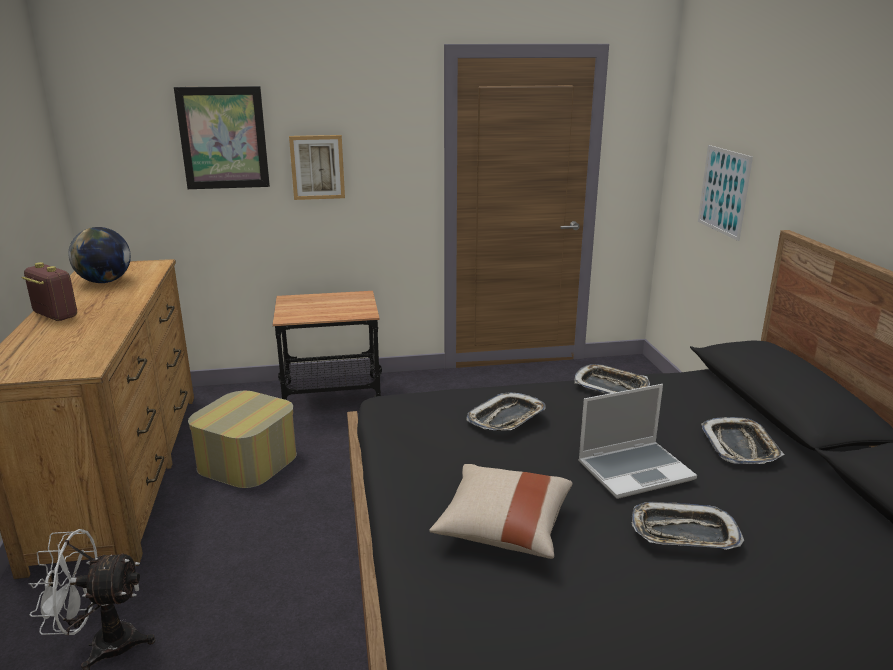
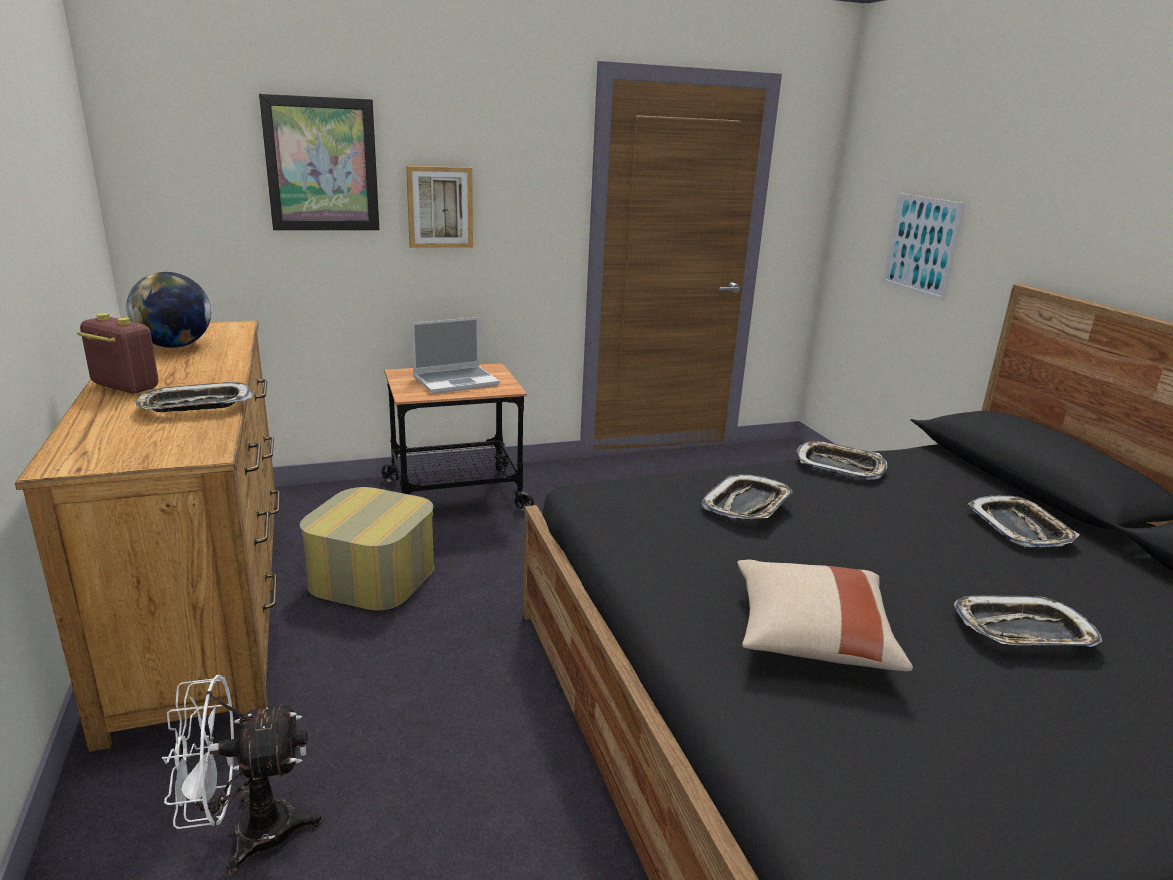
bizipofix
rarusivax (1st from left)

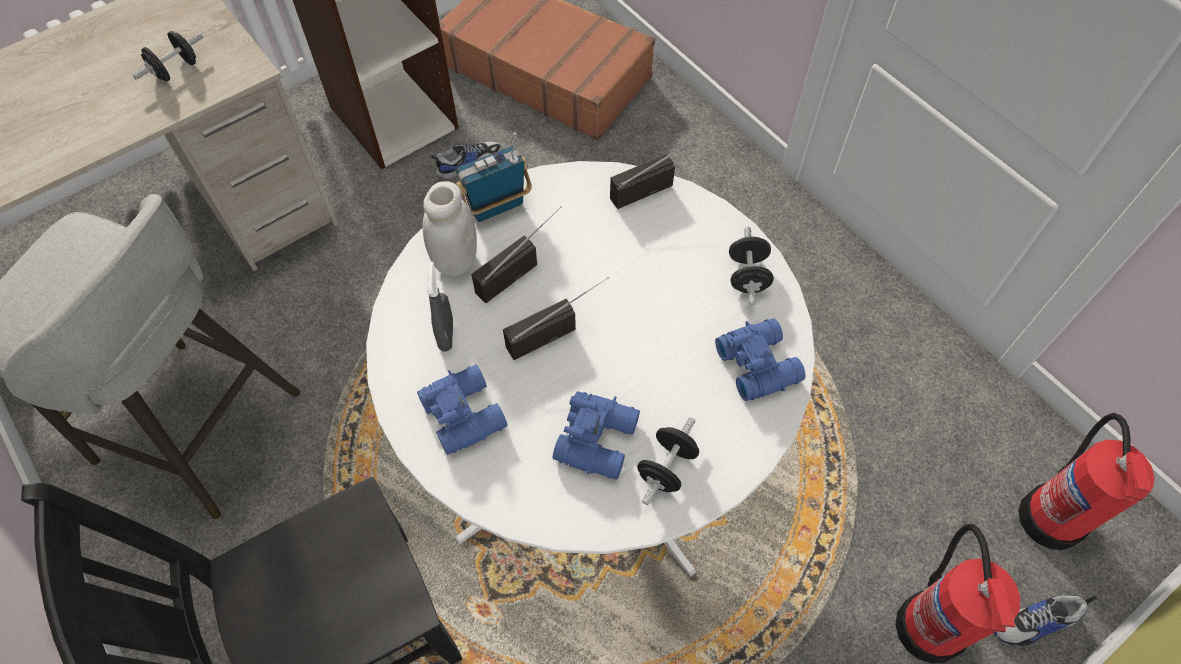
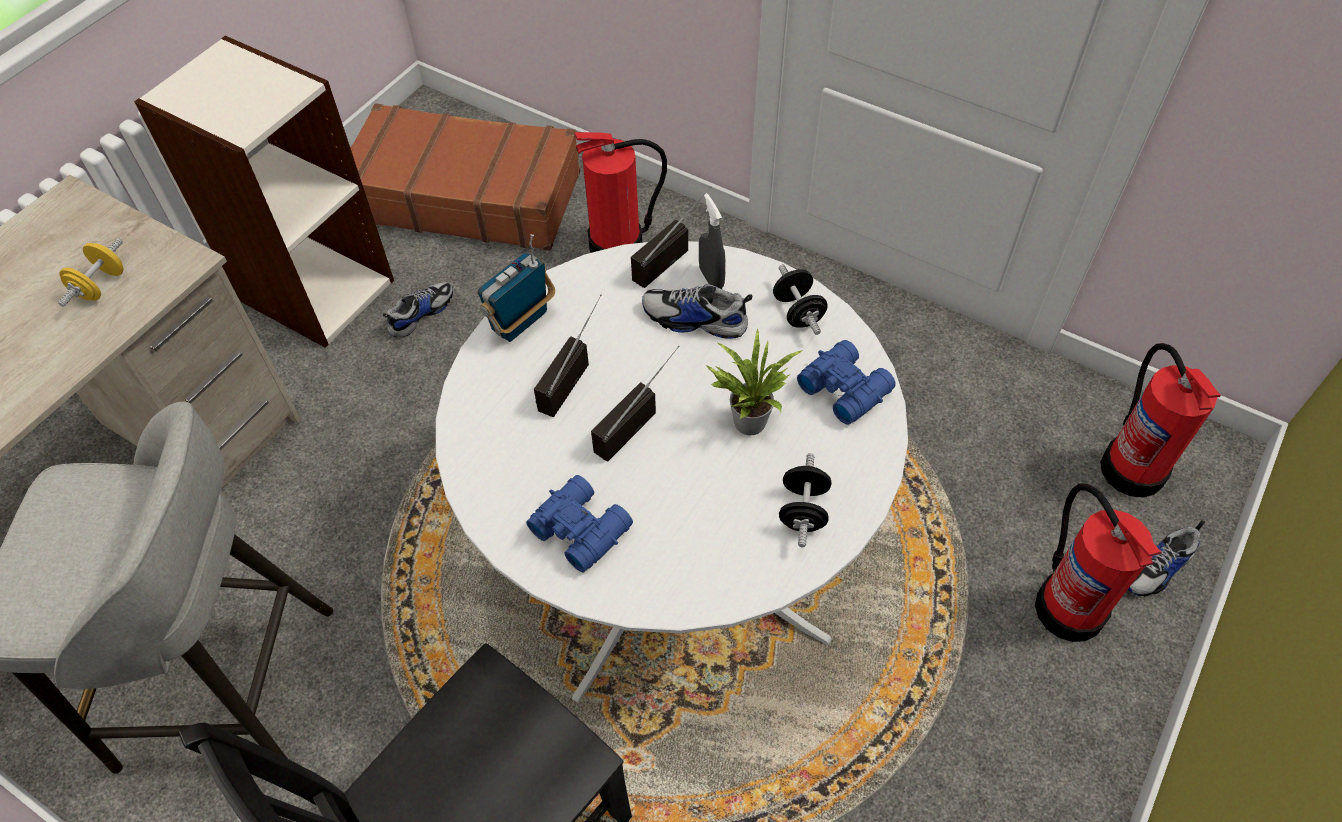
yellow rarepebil
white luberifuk
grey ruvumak
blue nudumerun (2nd from left in the first image)
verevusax (1st from left)
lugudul (2nd from left)
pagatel

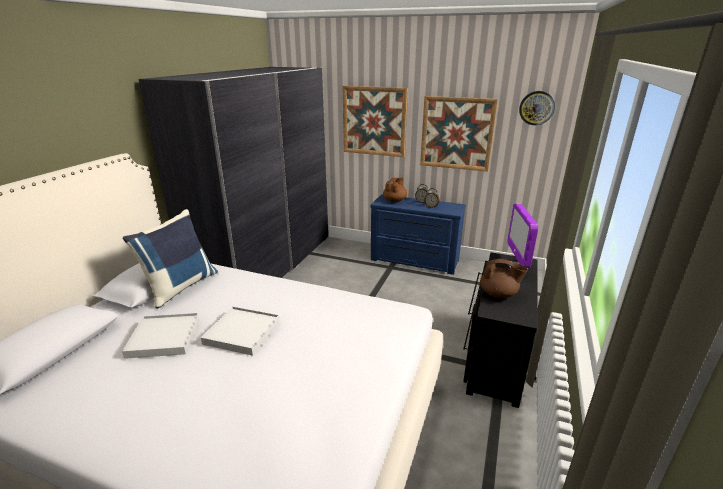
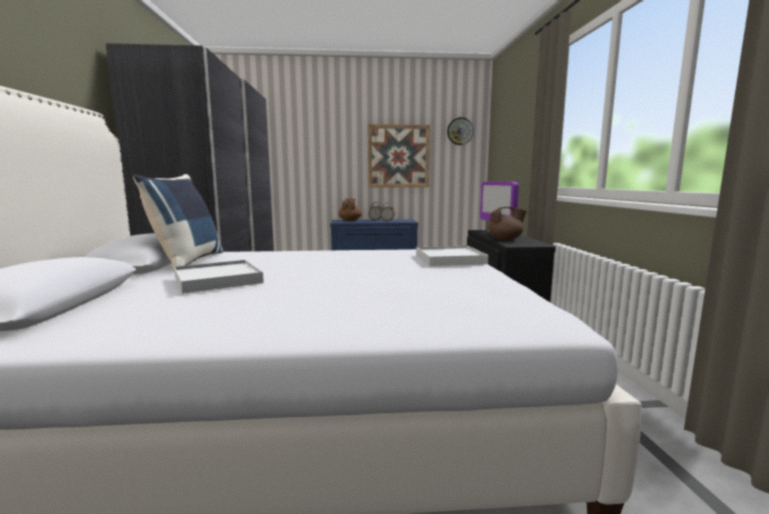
white rarusivax (2nd from left)
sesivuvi (1st from left in the first image)

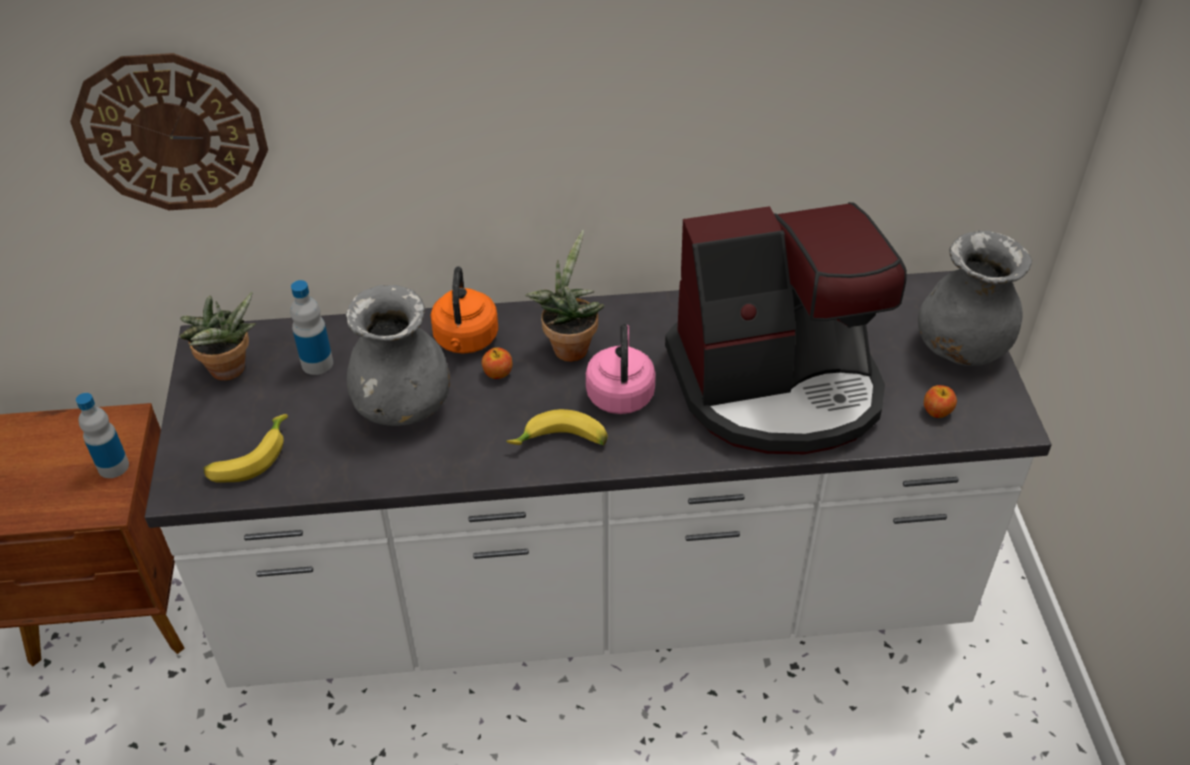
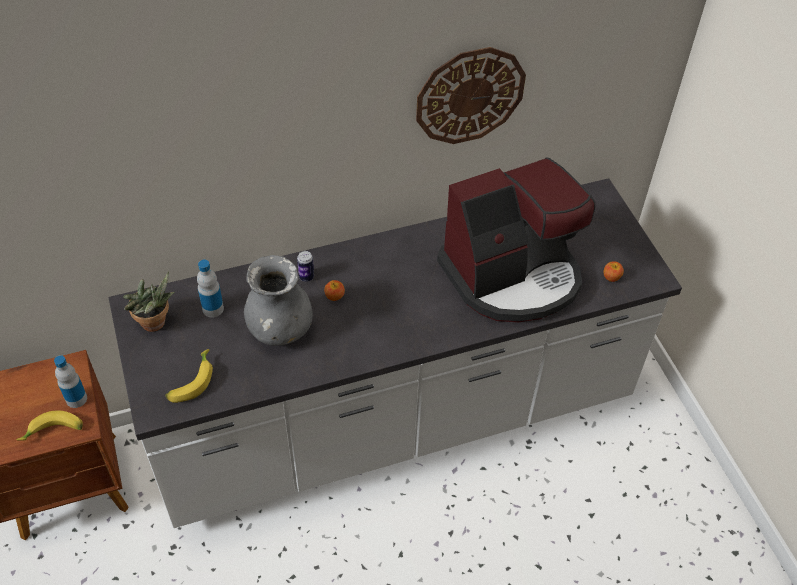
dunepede
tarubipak
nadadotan (1st from left)
pagatel (2nd from left in the first image)
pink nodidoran
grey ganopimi (2nd from left in the first image)

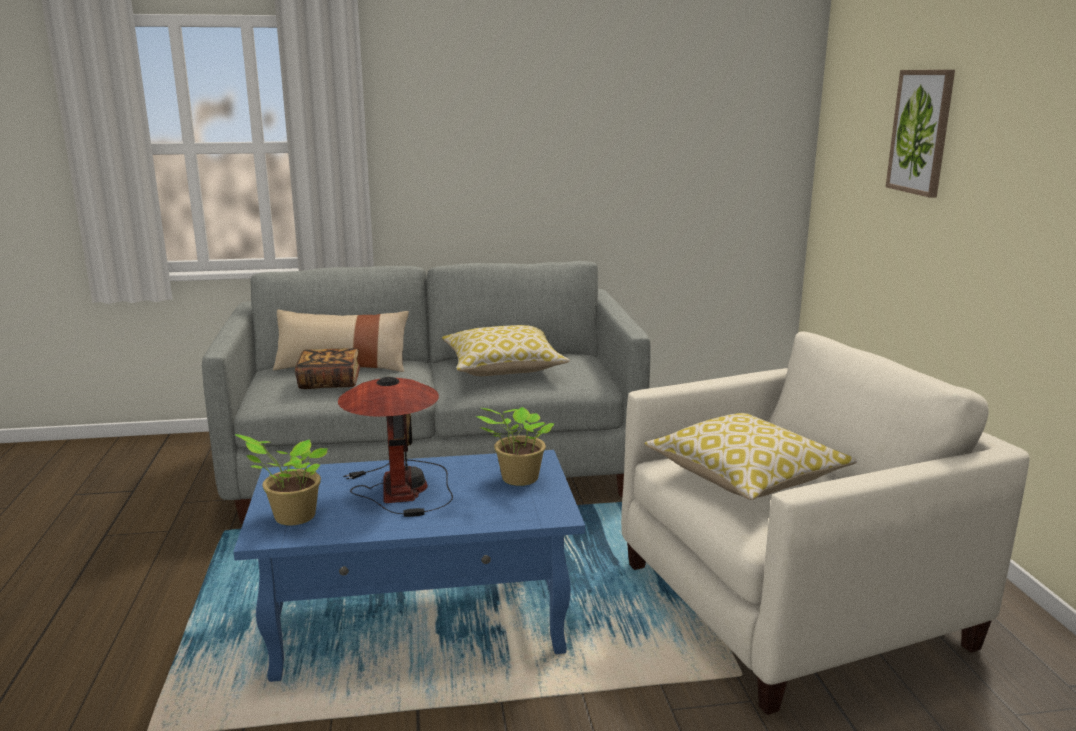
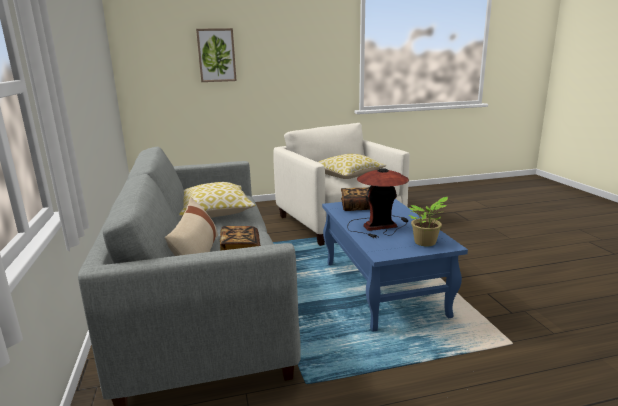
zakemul (2nd from left)

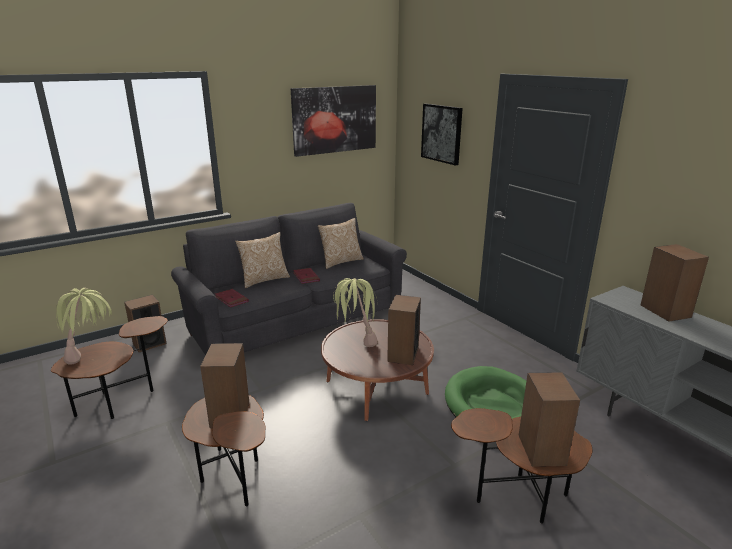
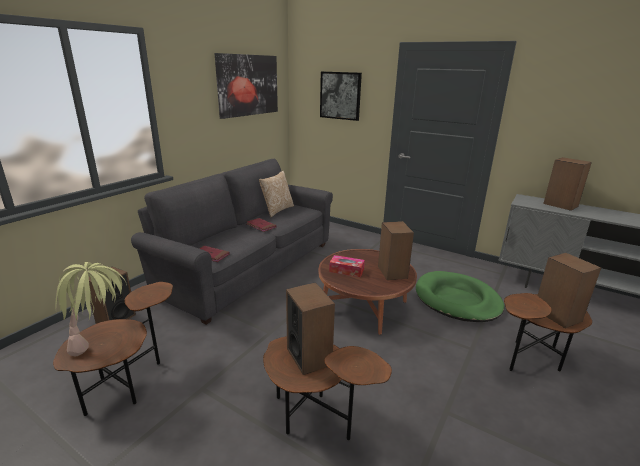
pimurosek (1st from left in the first image)
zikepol

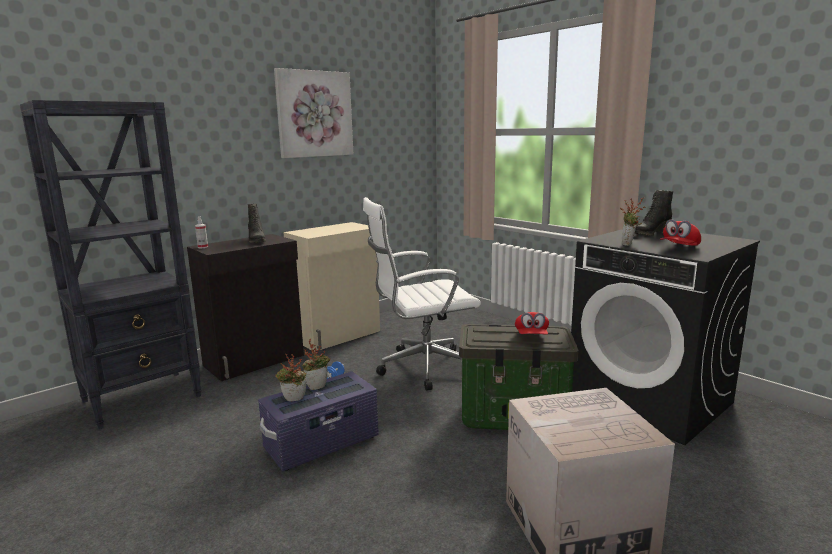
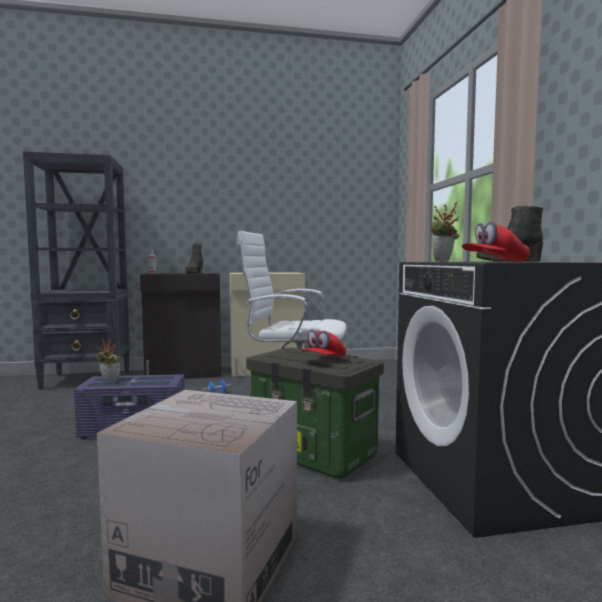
sesivuvi
pagatel (2nd from left in the first image)

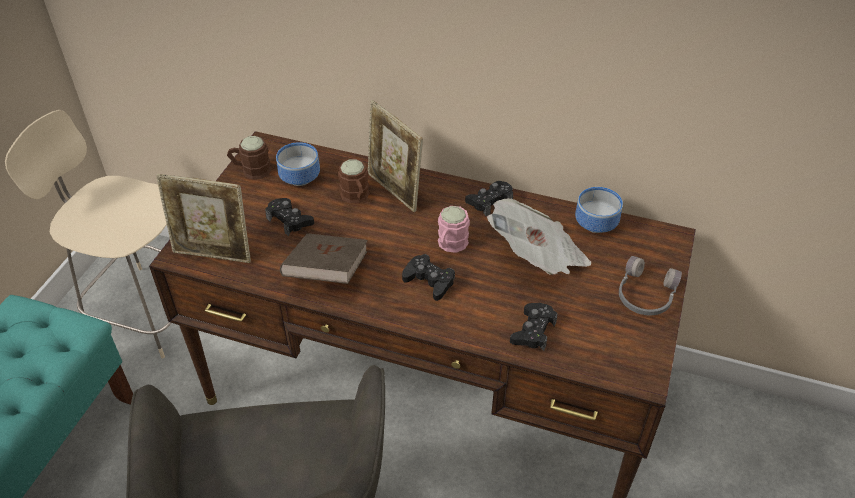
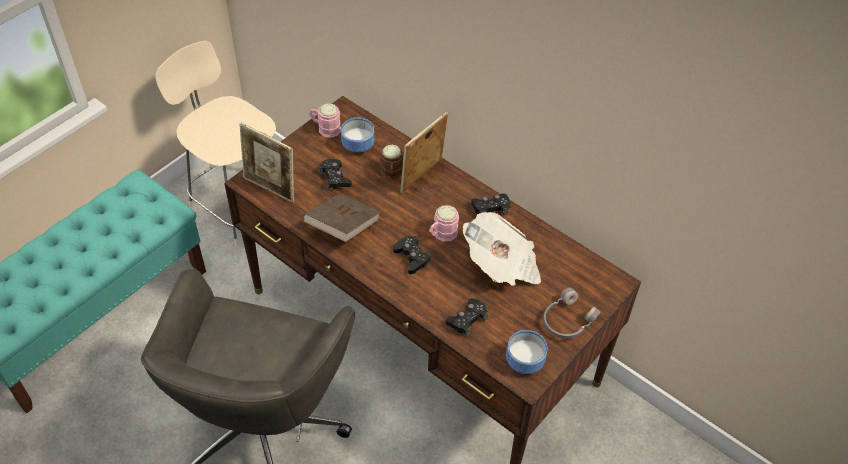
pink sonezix (1st from left)
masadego (2nd from left)
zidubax (2nd from left)

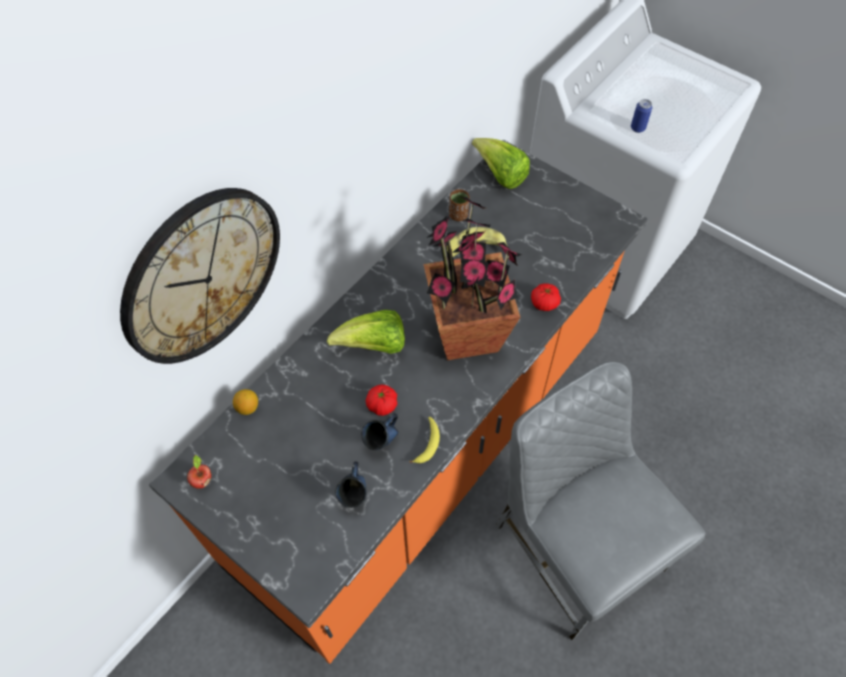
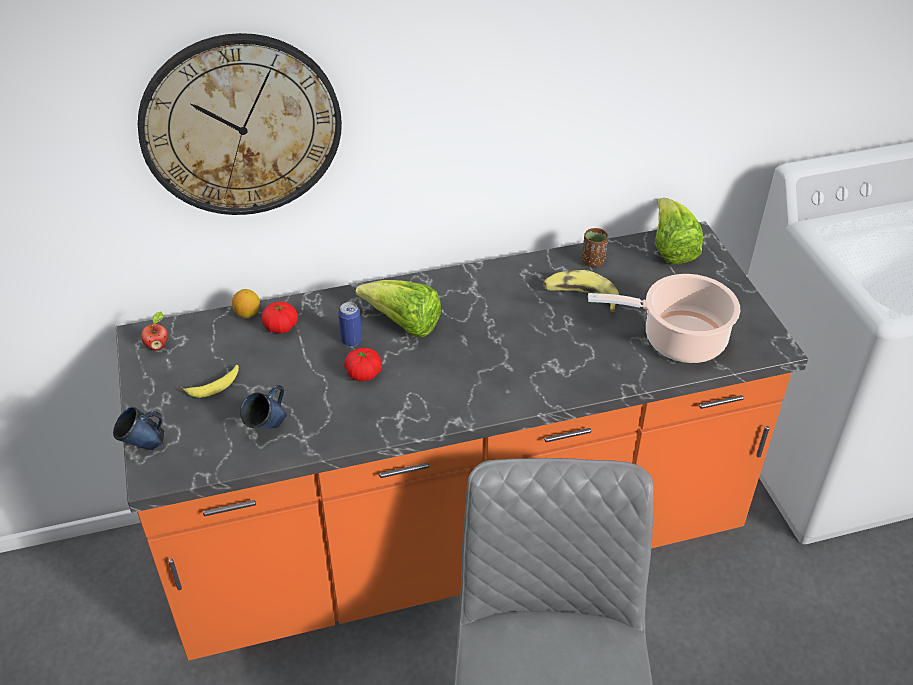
blue sonezix (1st from left)
nadadotan (1st from left)
pagatel
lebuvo (1st from left)
tarubipak
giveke

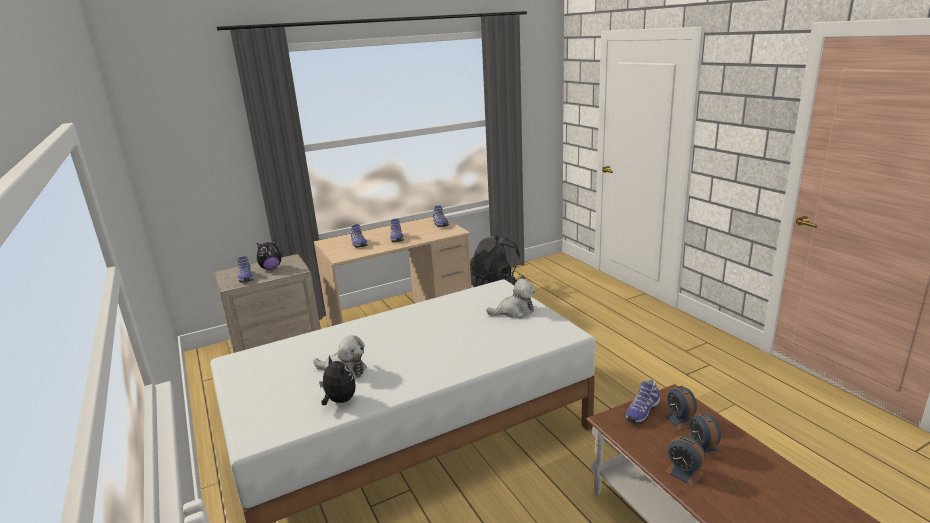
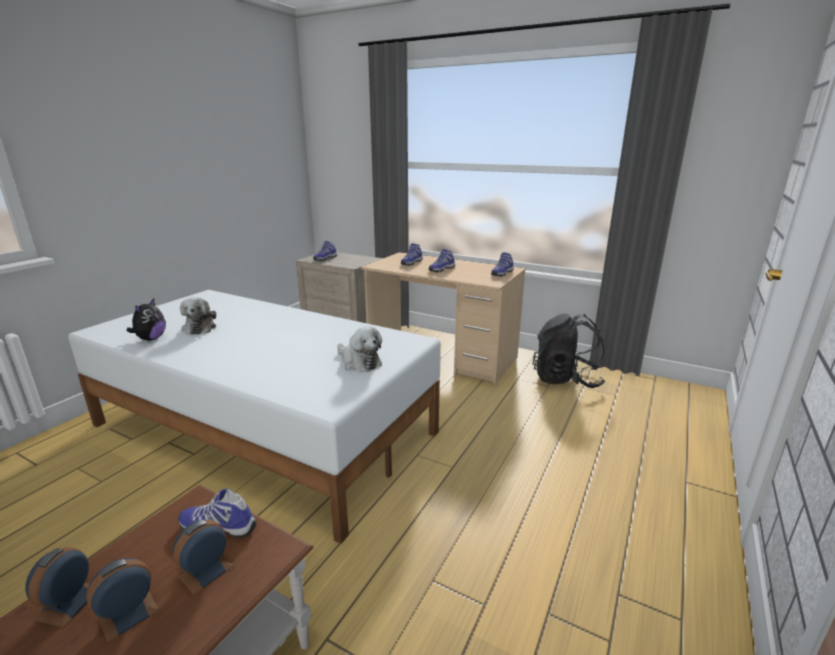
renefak (1st from left in the first image)

